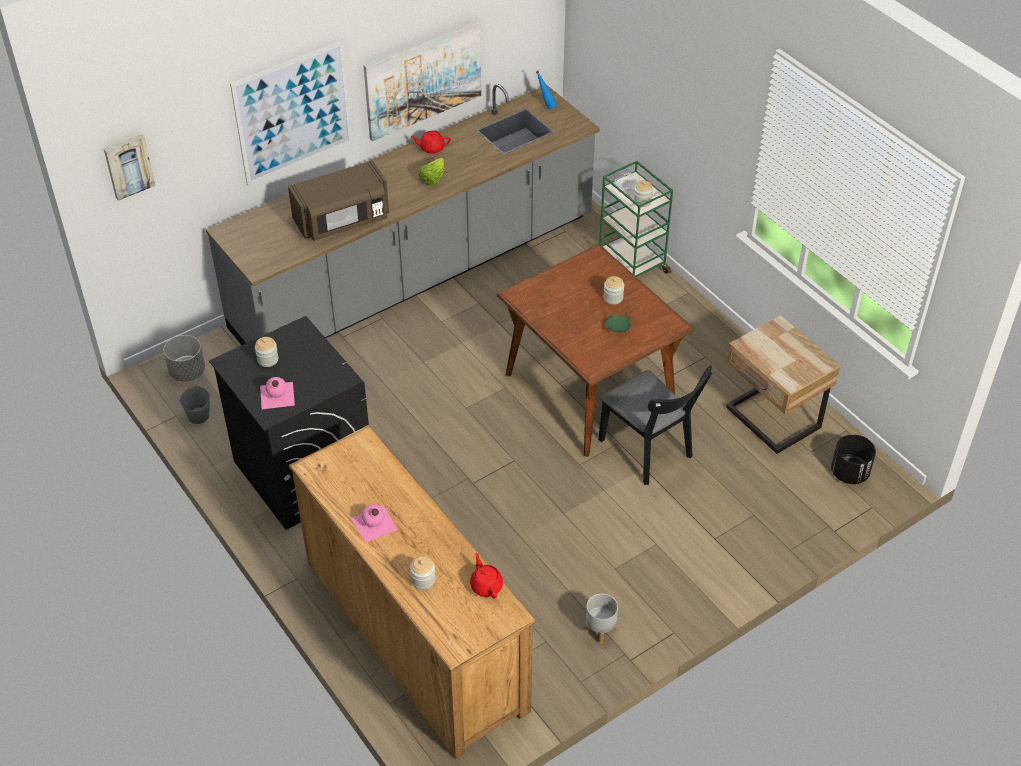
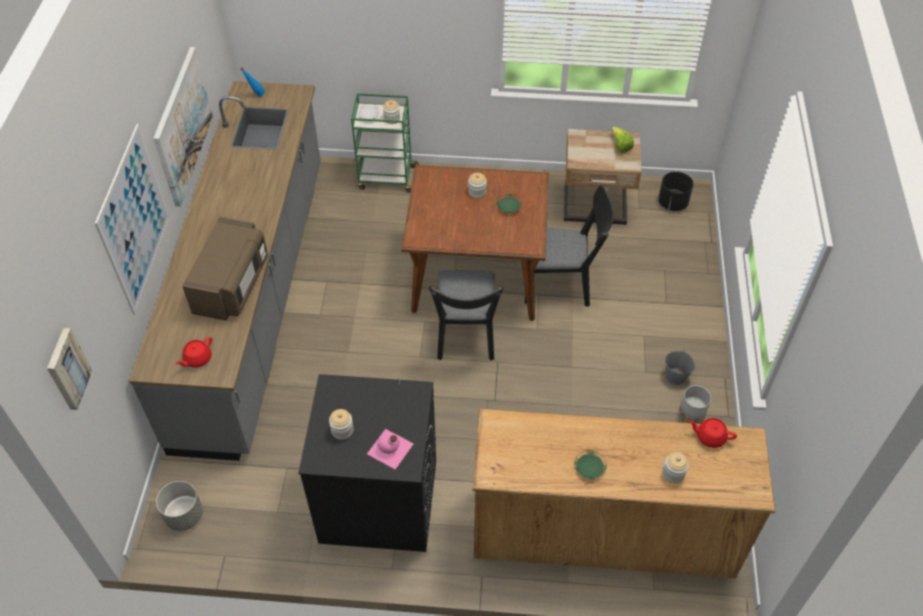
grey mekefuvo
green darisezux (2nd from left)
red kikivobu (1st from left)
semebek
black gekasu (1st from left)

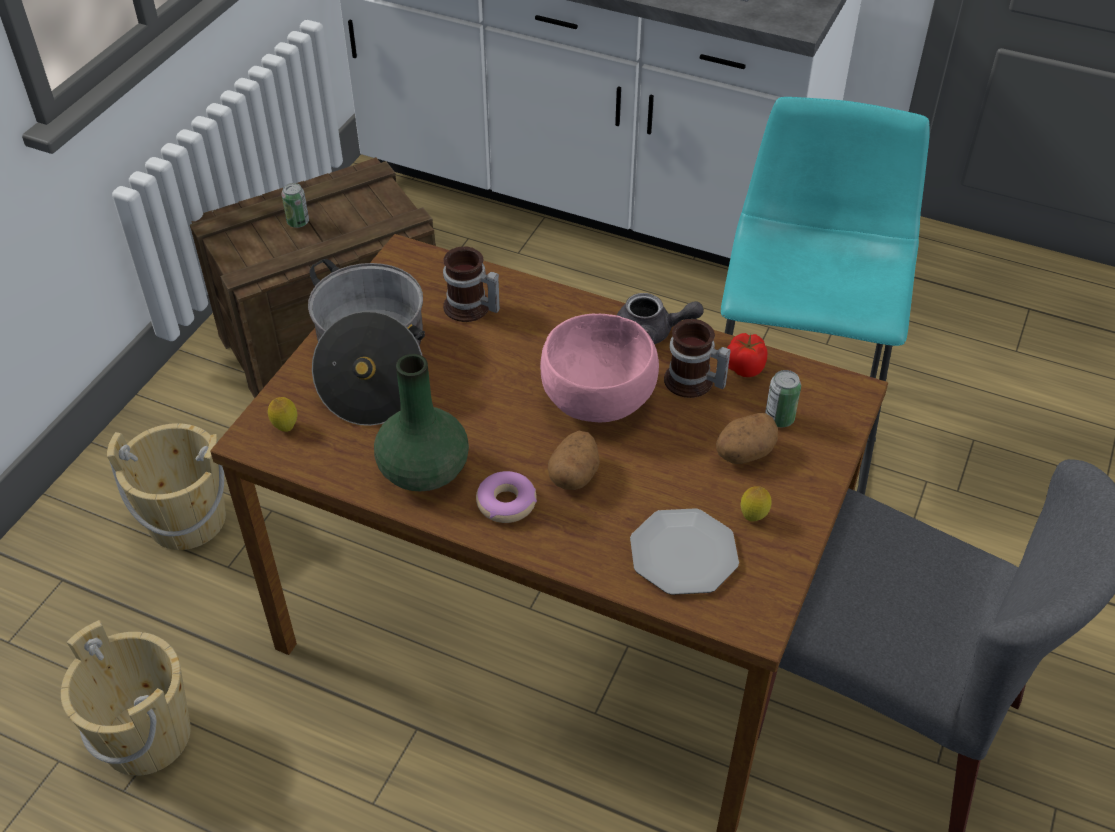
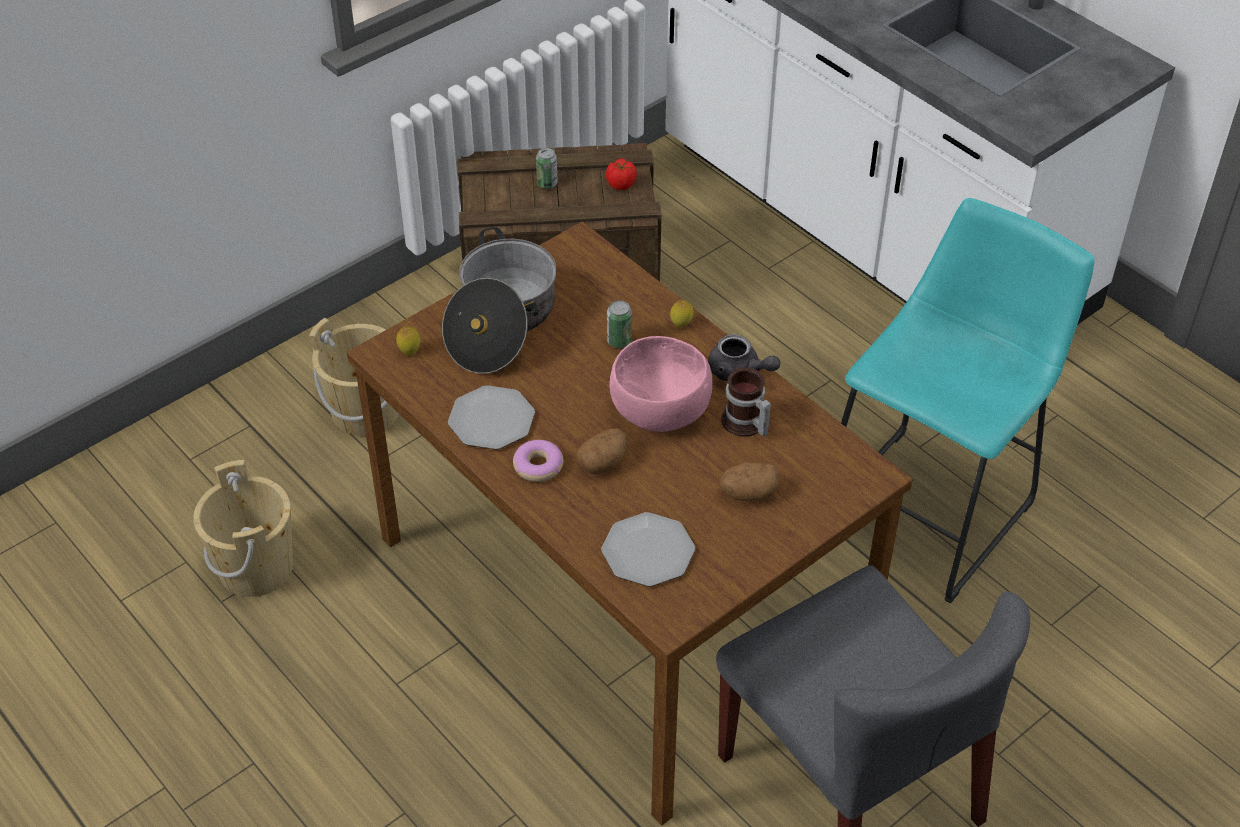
darisezux (1st from left)
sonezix (1st from left in the first image)
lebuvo
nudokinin (2nd from left)
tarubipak (2nd from left)

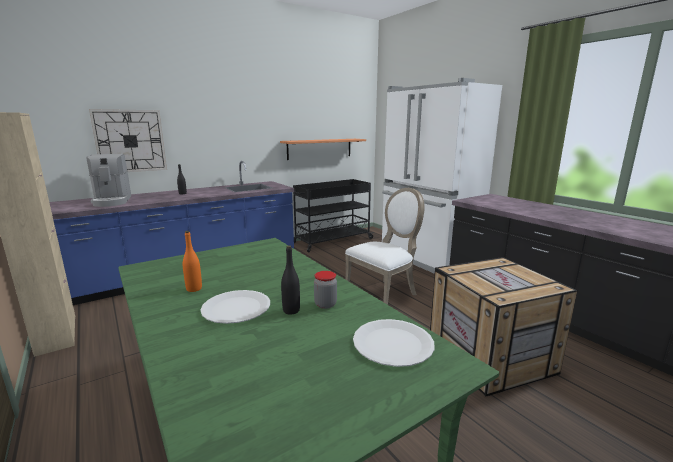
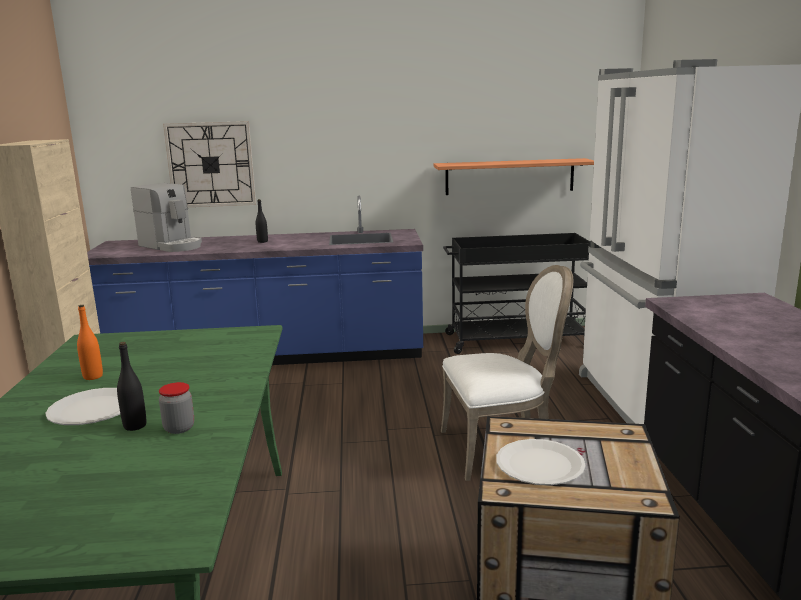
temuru
white darisezux (2nd from left)

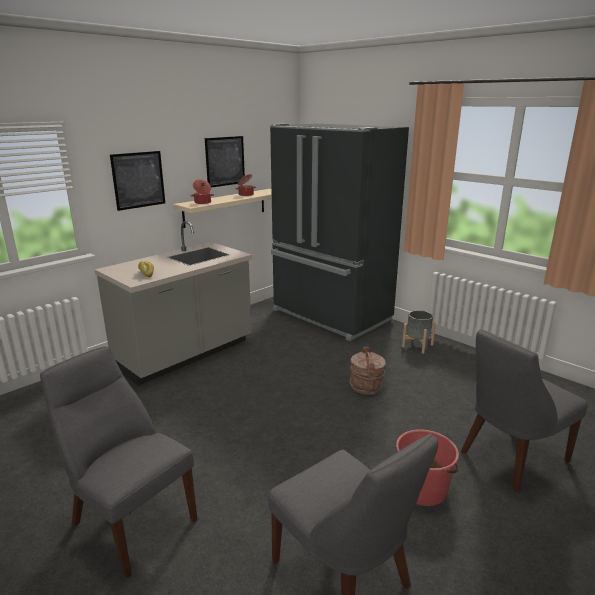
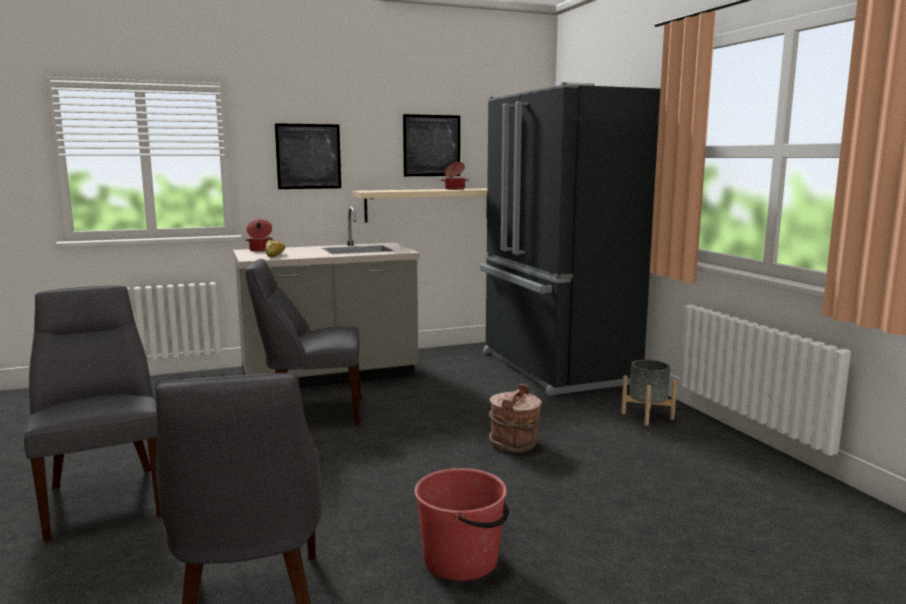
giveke (1st from left)
grey gekasu (3rd from left)

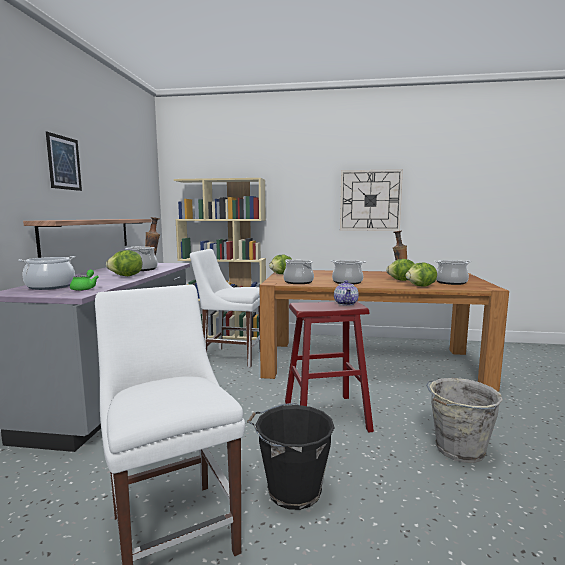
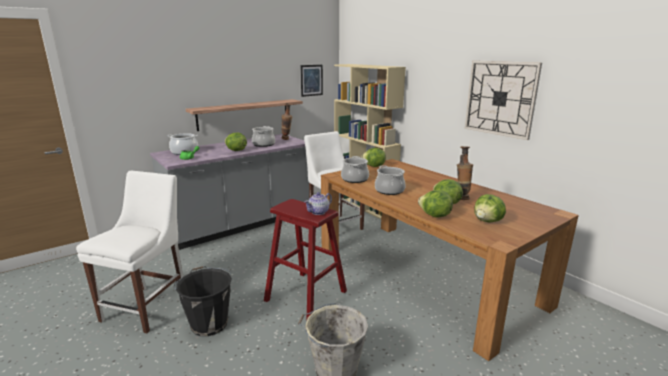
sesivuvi
semebek (5th from left)

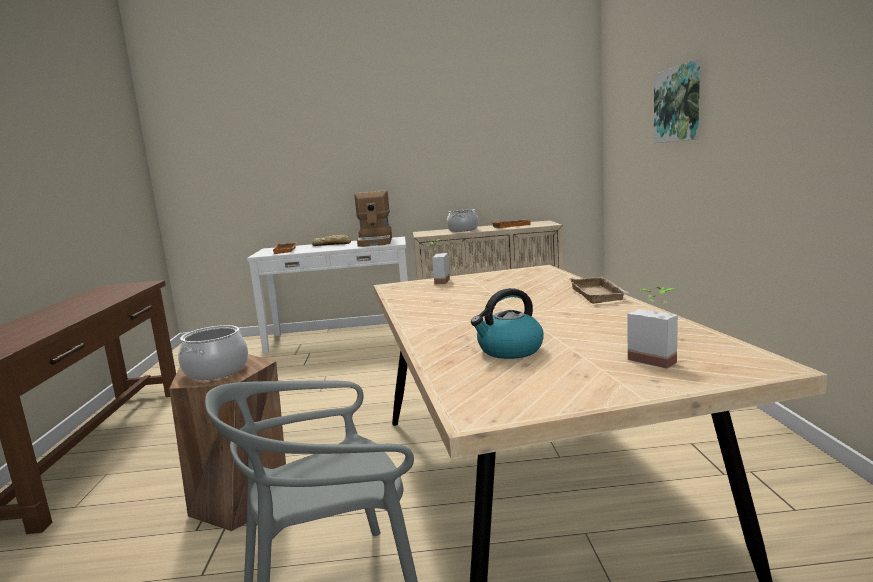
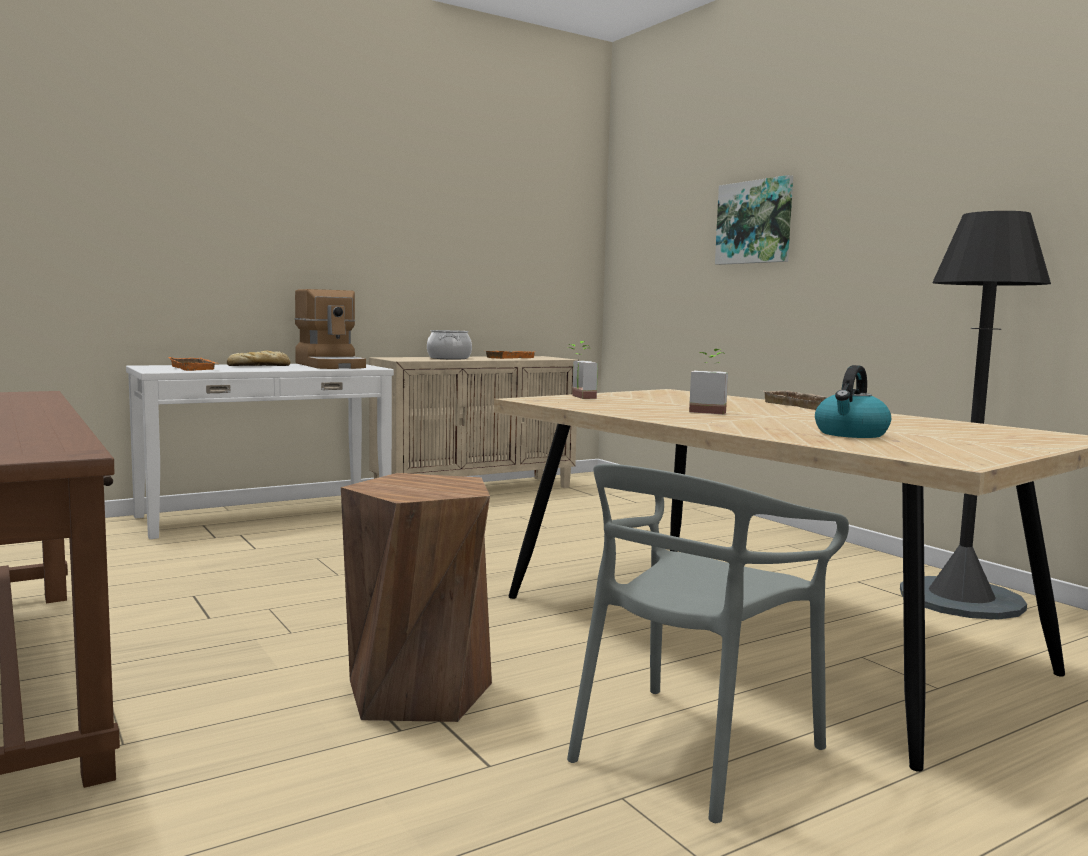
giveke (1st from left in the first image)
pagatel (2nd from left)
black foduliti

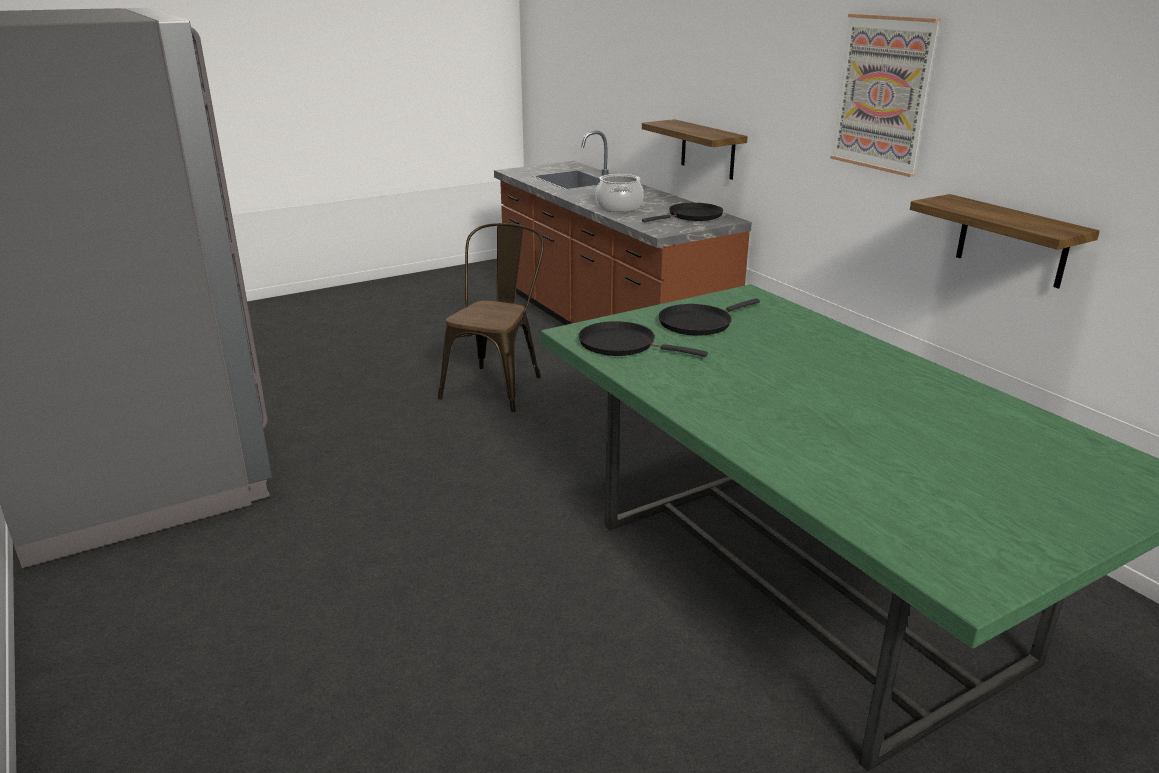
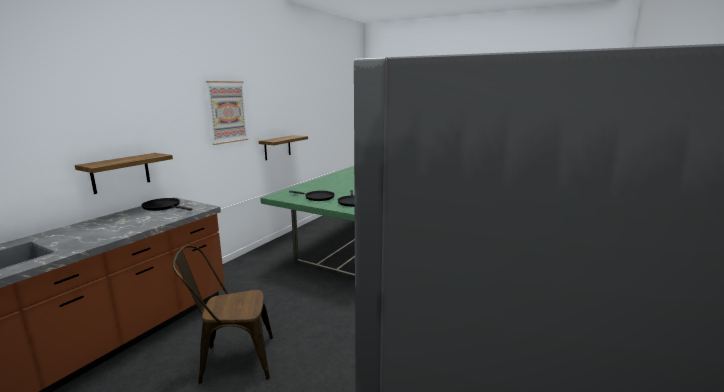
giveke

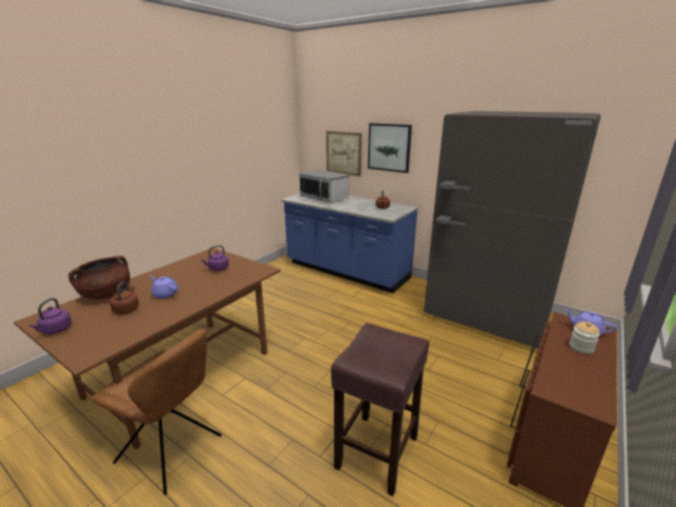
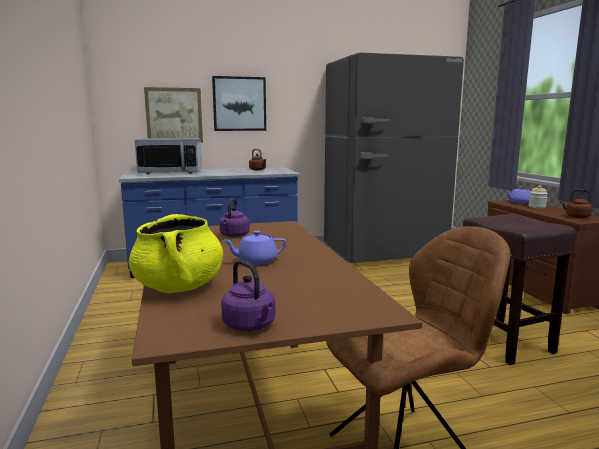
yellow giveke
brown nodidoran (2nd from left)

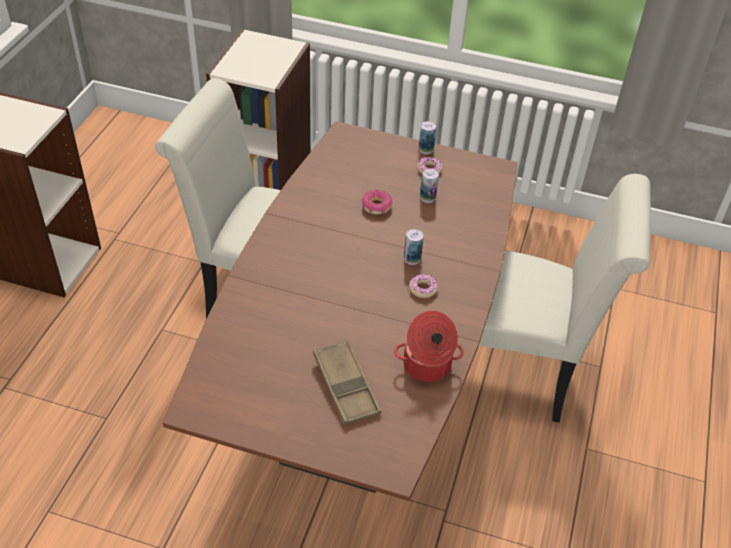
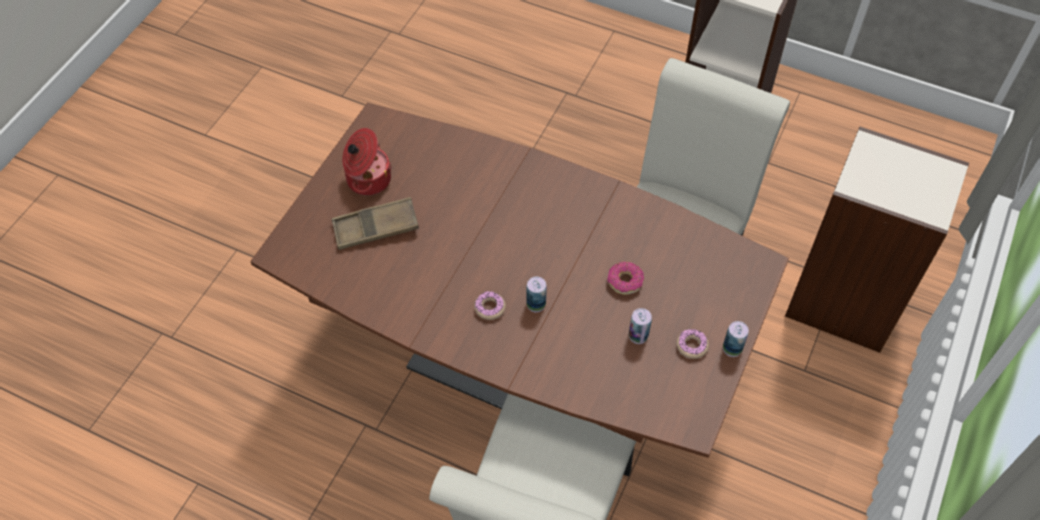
giveke

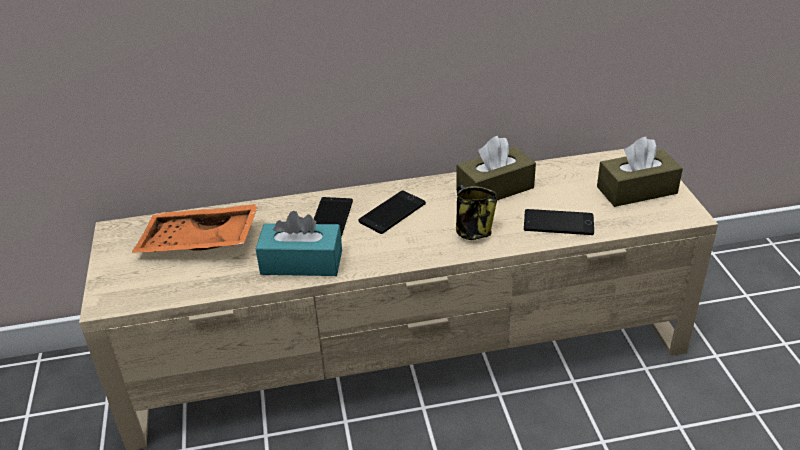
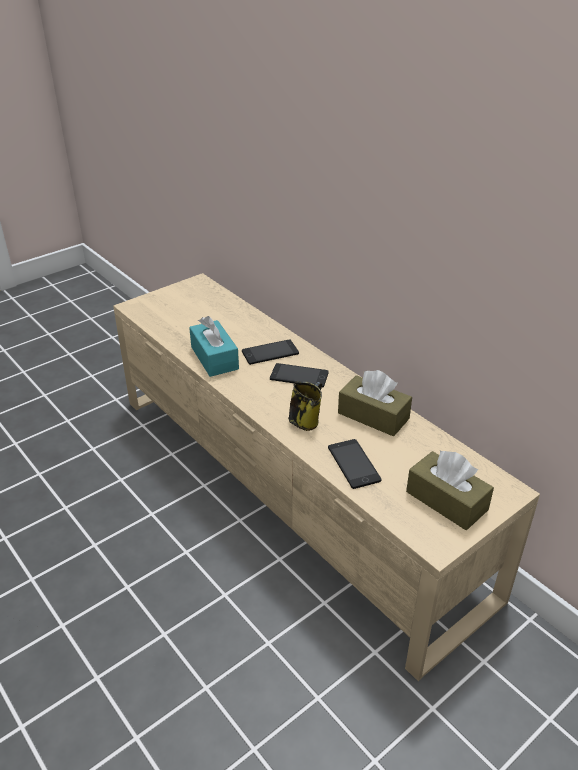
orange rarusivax

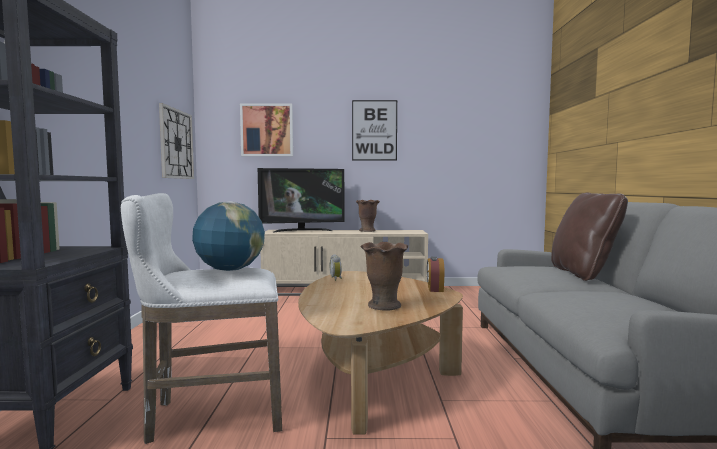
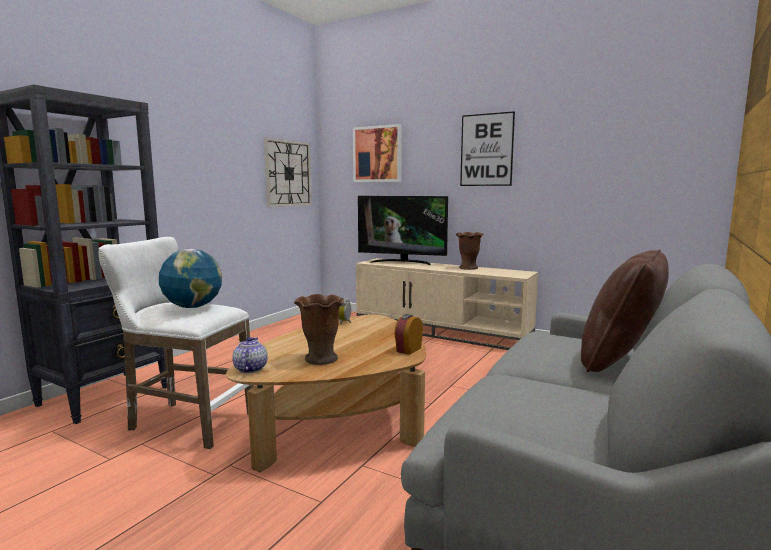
kikivobu

